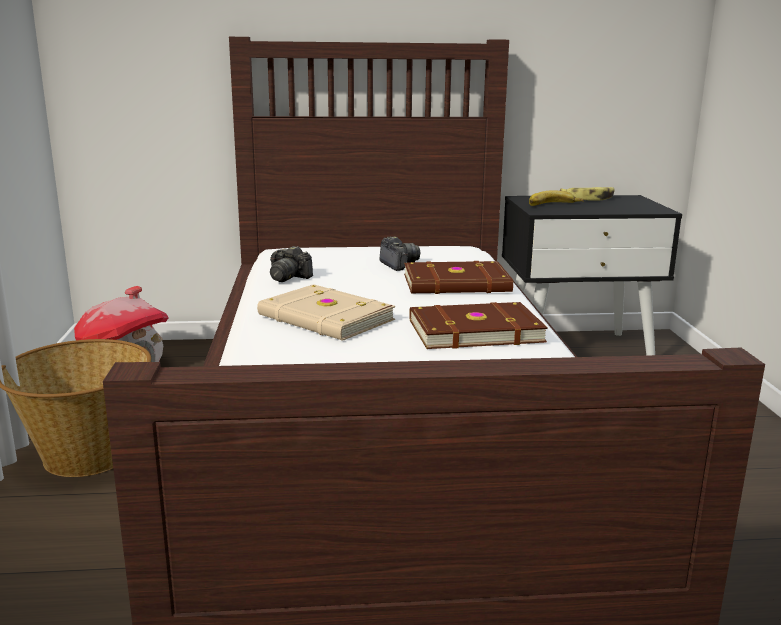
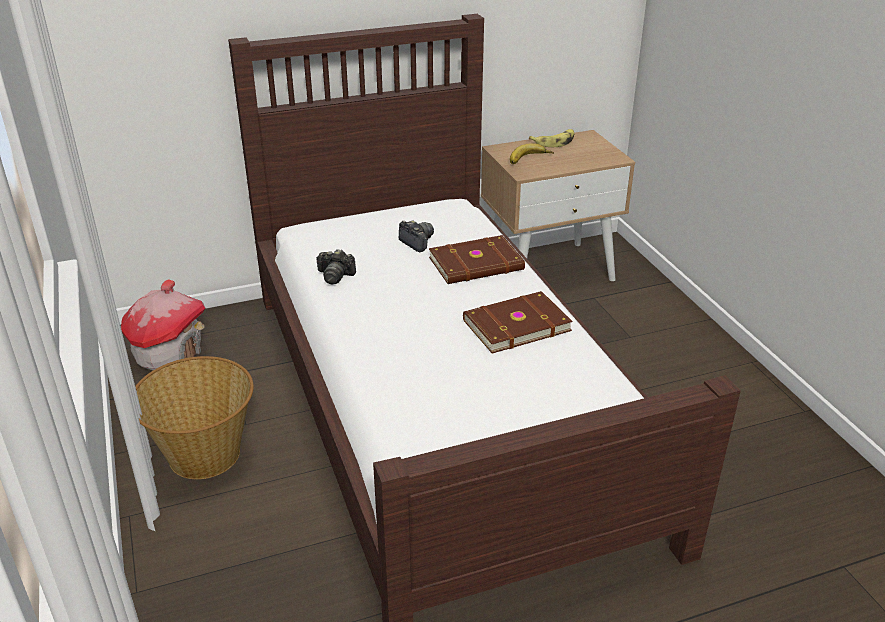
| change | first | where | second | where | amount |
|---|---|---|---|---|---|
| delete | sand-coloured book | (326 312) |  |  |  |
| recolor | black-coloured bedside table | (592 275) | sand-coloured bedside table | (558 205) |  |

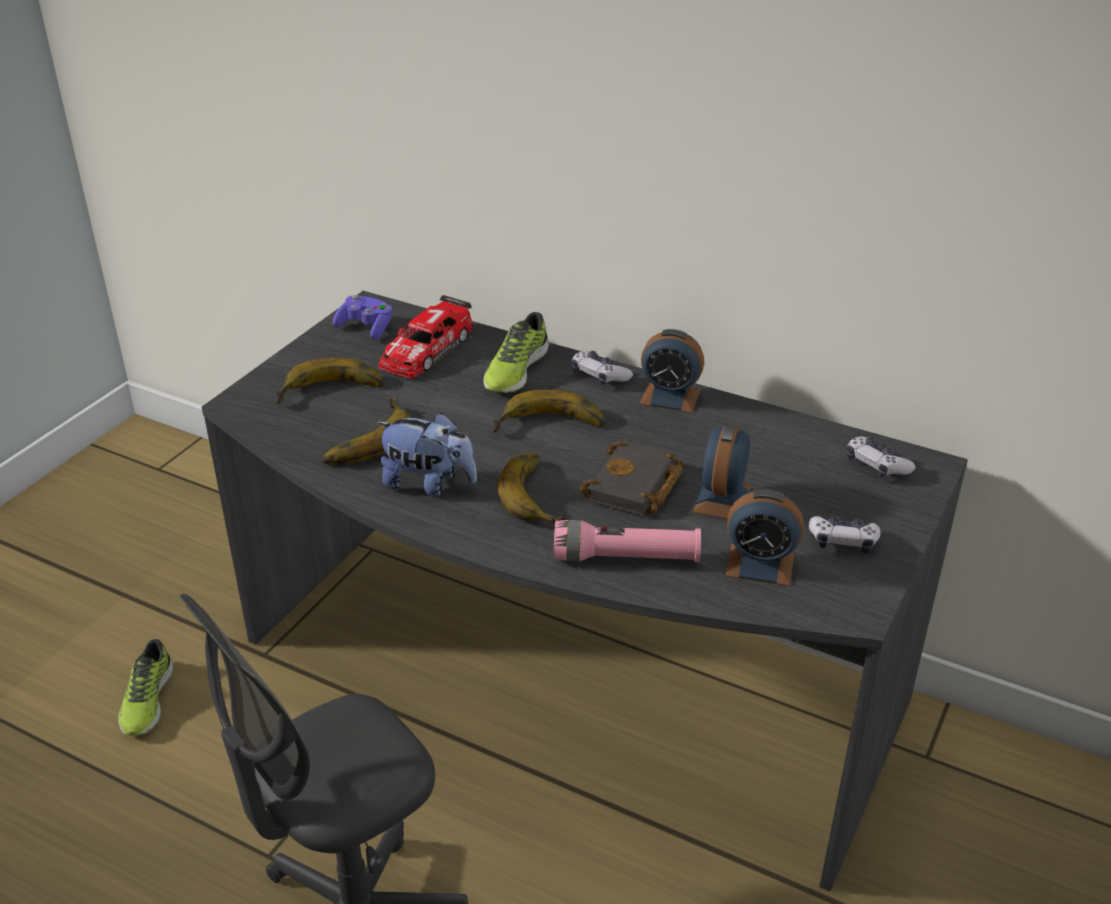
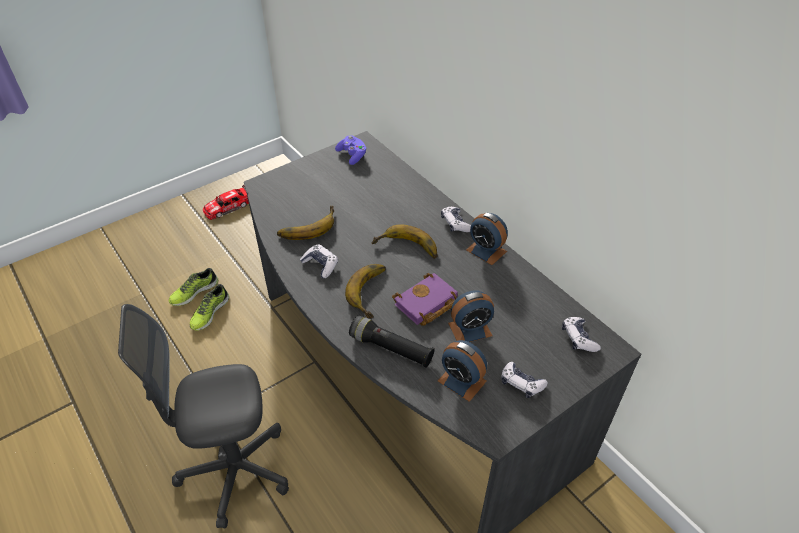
| change | first | where | second | where | amount |
|---|---|---|---|---|---|
| delete | whole banana | (330 381) |  |  |  |
| replace | soft toy | (426 454) | joypad | (319 261) |  |
| move | model car | (425 337) |  | (226 202) |  |
| move | low shoe | (516 352) |  | (193 287) |  |
| recolor | pink flashlight | (627 541) | black-coloured flashlight | (392 342) |  |
| recolor | black-coloured book | (632 478) | purplish book | (425 299) |  |
| rotate | bedside clock | (722 471) |  | (471 316) | 150 degrees counterclockwise |

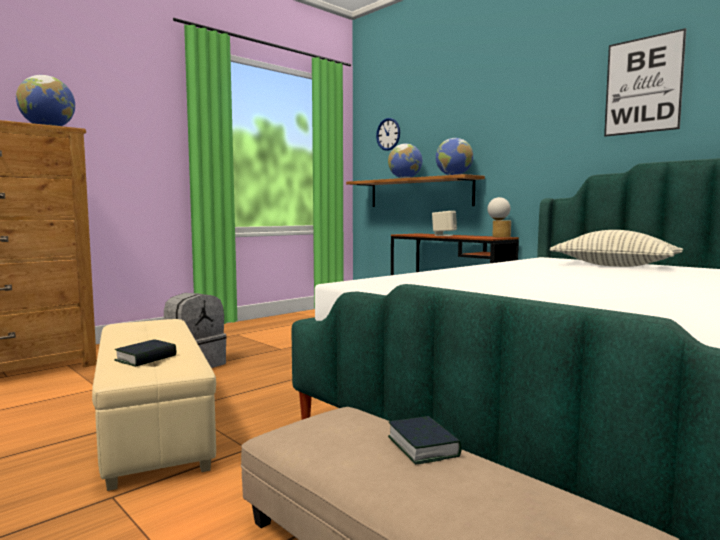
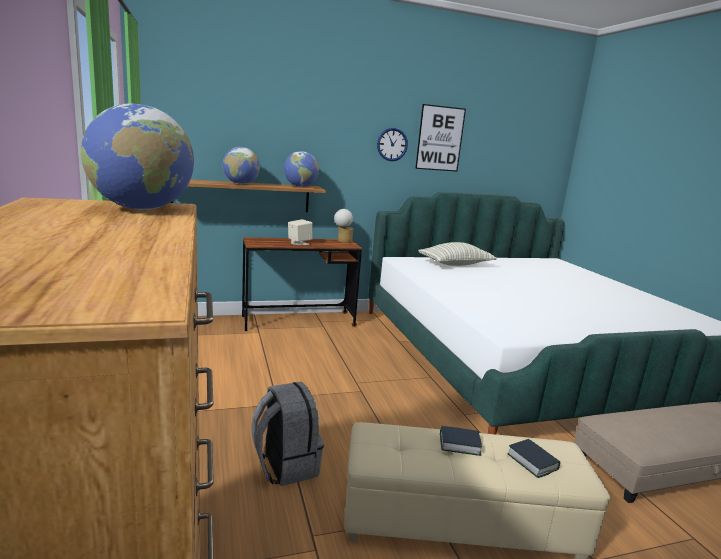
| change | first | where | second | where | amount |
|---|---|---|---|---|---|
| move | hanging clock | (388 134) |  | (392 144) |  |
| move | book | (425 440) |  | (461 441) |  |

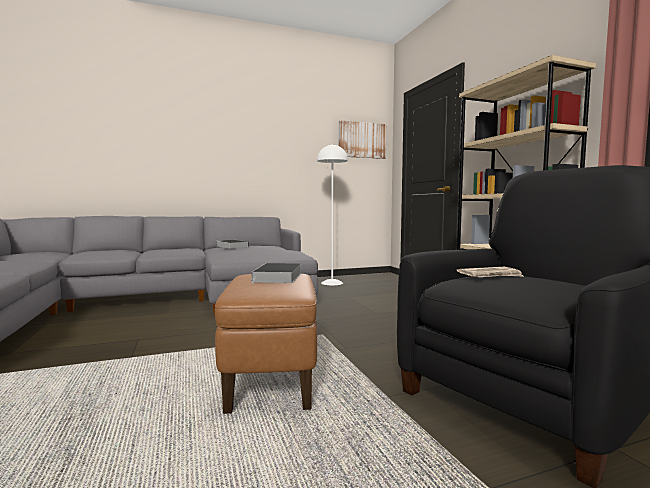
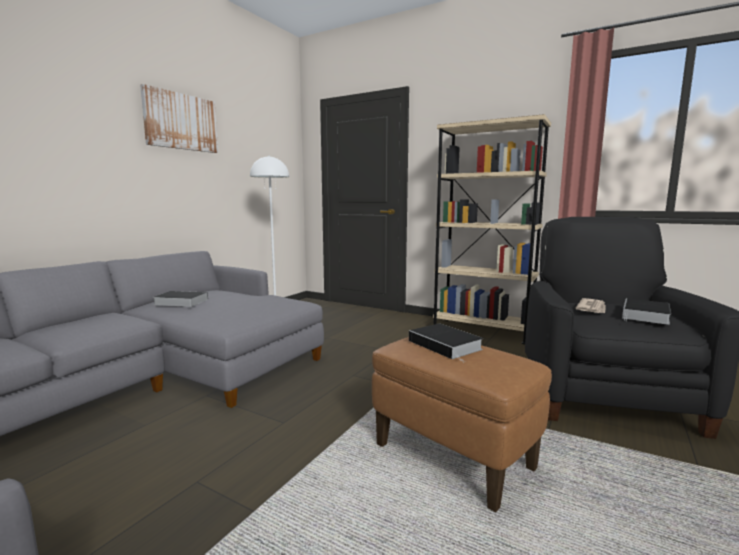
| change | first | where | second | where | amount |
|---|---|---|---|---|---|
| move | wall picture | (363 139) |  | (179 118) |  |
| insert |  |  | book | (646 311) |  |

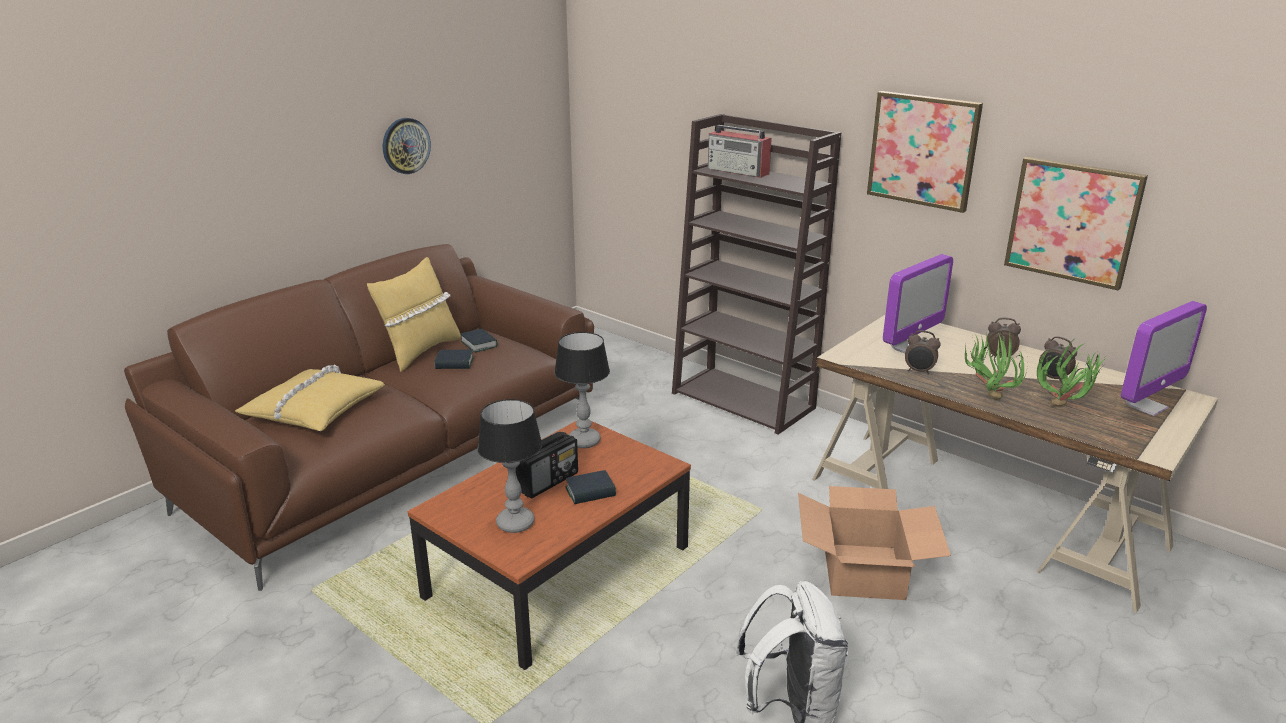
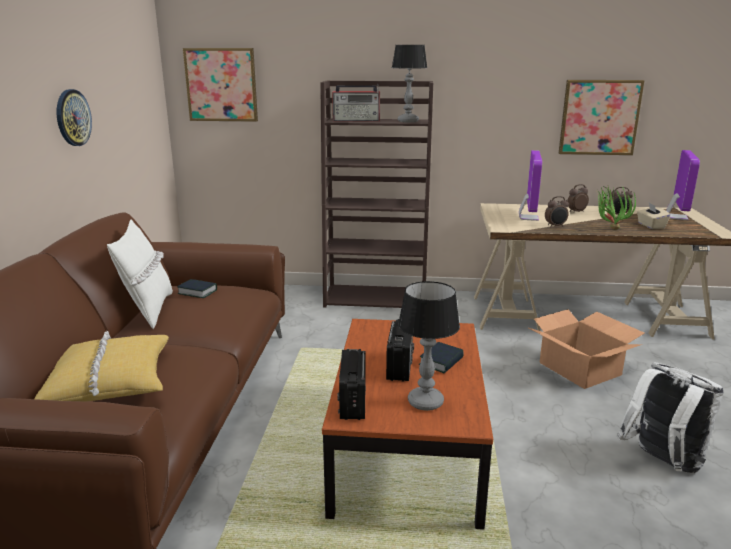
| change | first | where | second | where | amount |
|---|---|---|---|---|---|
| recolor | yellow cushion | (414 314) | white-coloured cushion | (140 274) |  |
| delete | book | (454 359) |  |  |  |
| move | table lamp | (582 390) |  | (409 83) |  |
| move | wall picture | (925 152) |  | (220 85) |  |
| replace | plant in a pot | (1072 372) | sand-coloured box of tissues | (653 216) |  |
| insert |  |  | radio receiver | (351 384) |  |

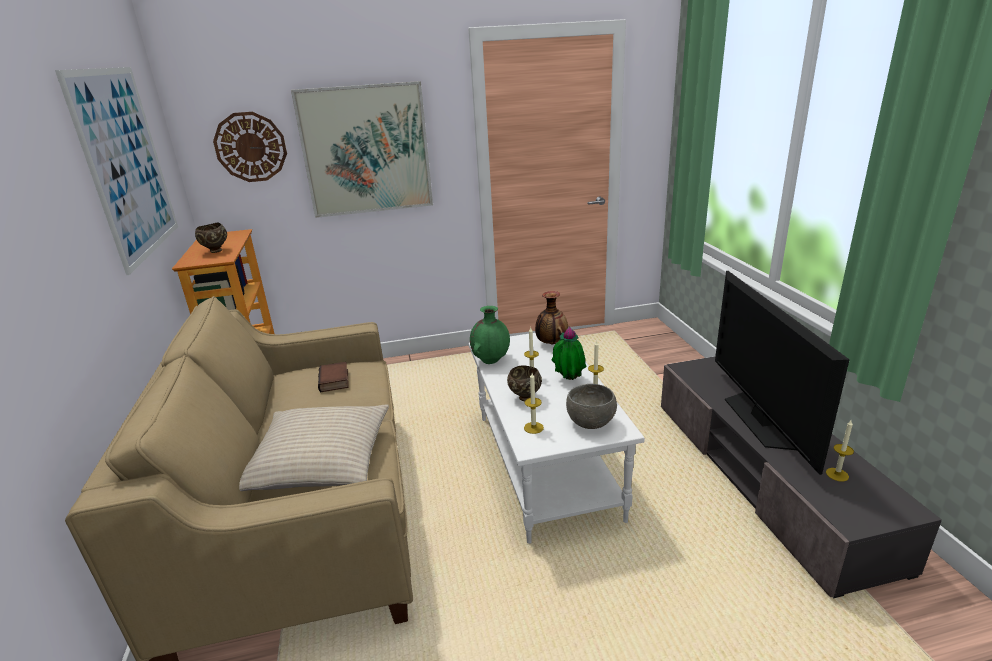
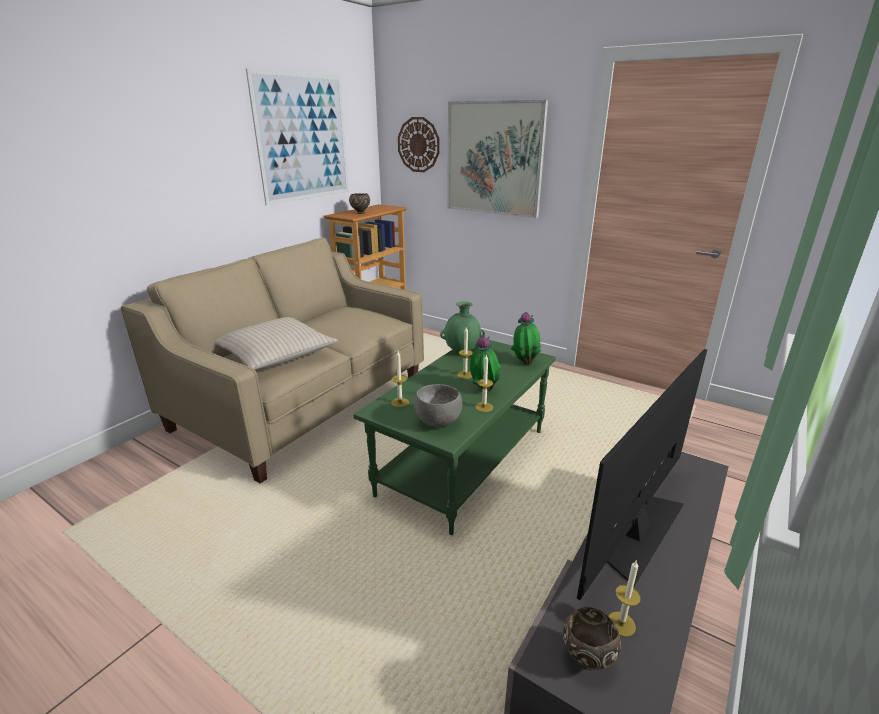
| change | first | where | second | where | amount |
|---|---|---|---|---|---|
| delete | book | (333 377) |  |  |  |
| recolor | white-coloured coffee table | (557 438) | green coffee table | (454 437) |  |
| move | brownish serving bowl | (524 383) |  | (592 638) |  |
| replace | vase | (551 318) | plant in a pot | (526 338) |  |

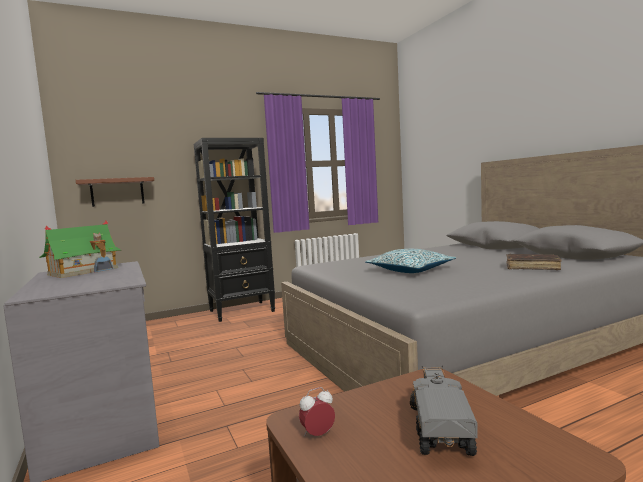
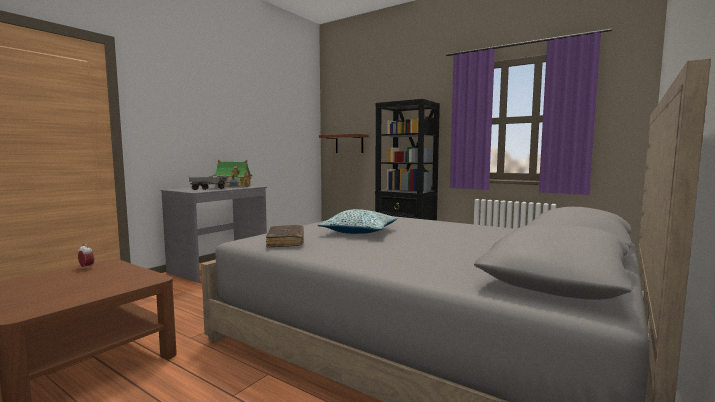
| change | first | where | second | where | amount |
|---|---|---|---|---|---|
| move | toy lorry | (444 411) |  | (208 182) |  |
| move | brownish book | (534 262) |  | (285 236) |  |

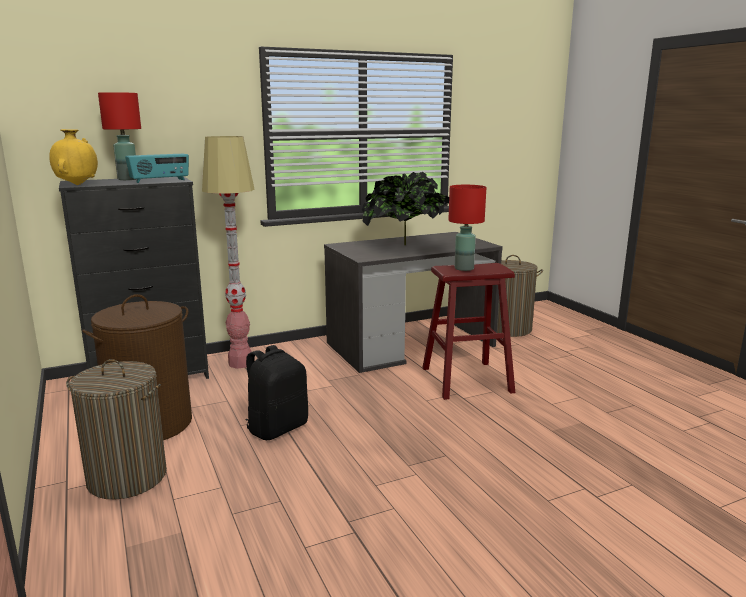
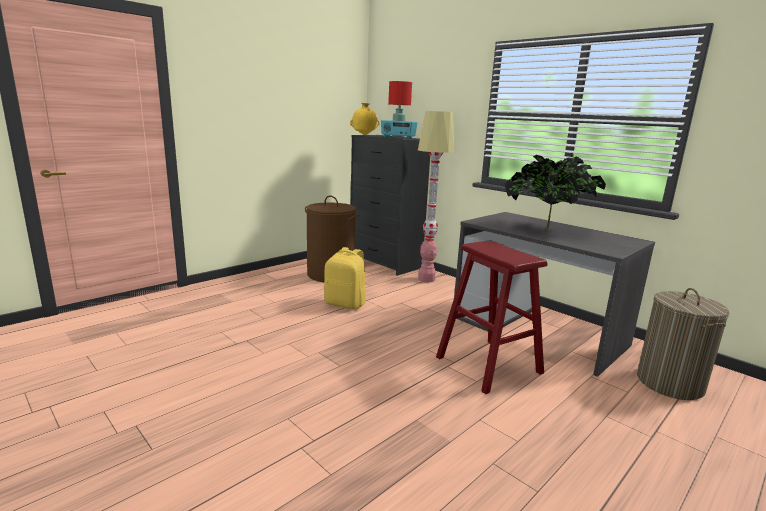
| change | first | where | second | where | amount |
|---|---|---|---|---|---|
| delete | washing basket | (116 429) |  |  |  |
| recolor | black-coloured rucksack | (277 392) | yellow rucksack | (345 278) |  |
| delete | red table lamp | (467 228) |  |  |  |

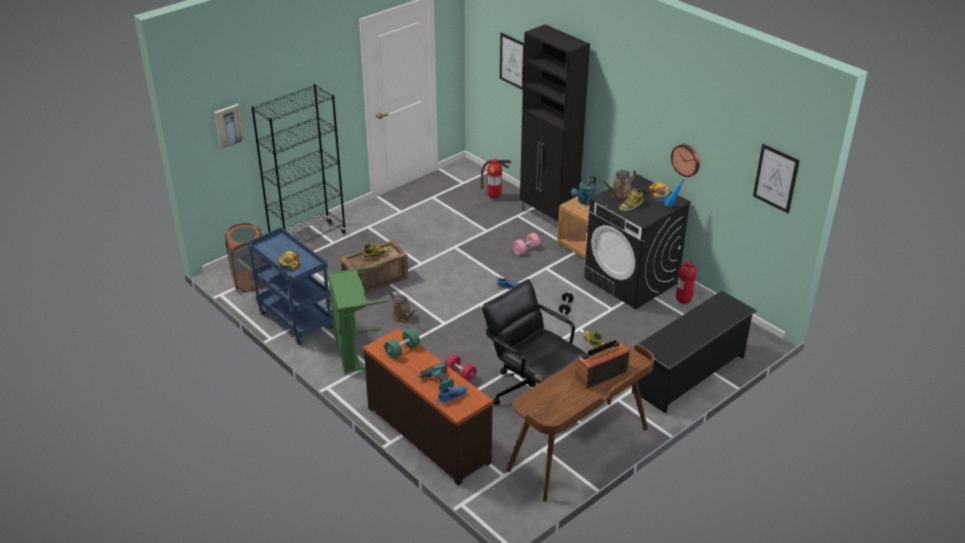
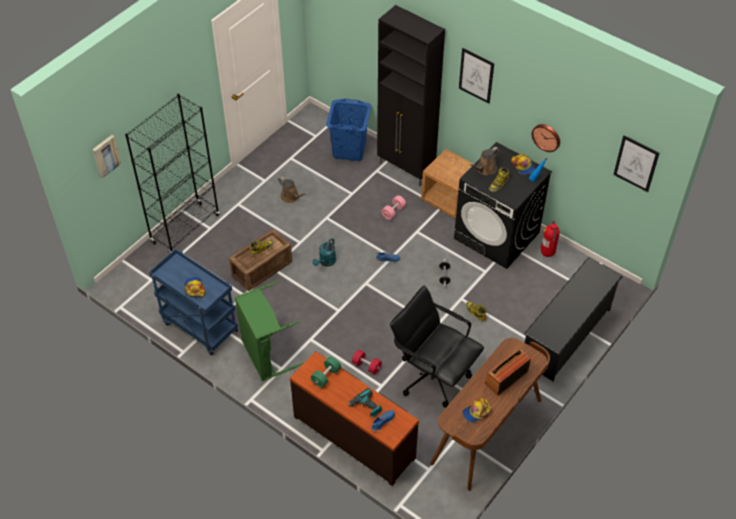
| change | first | where | second | where | amount |
|---|---|---|---|---|---|
| delete | brownish washing basket | (246 257) |  |  |  |
| move | brownish watering pot | (404 307) |  | (292 190) |  |
| replace | fire-fighting cylinder | (496 178) | blue-coloured washing basket | (348 130) |  |
| move | wall picture | (512 61) |  | (476 76) |  |
| move | blue-green watering pot | (583 190) |  | (324 252) |  |
| insert |  |  | baseball cap | (476 410) |  |

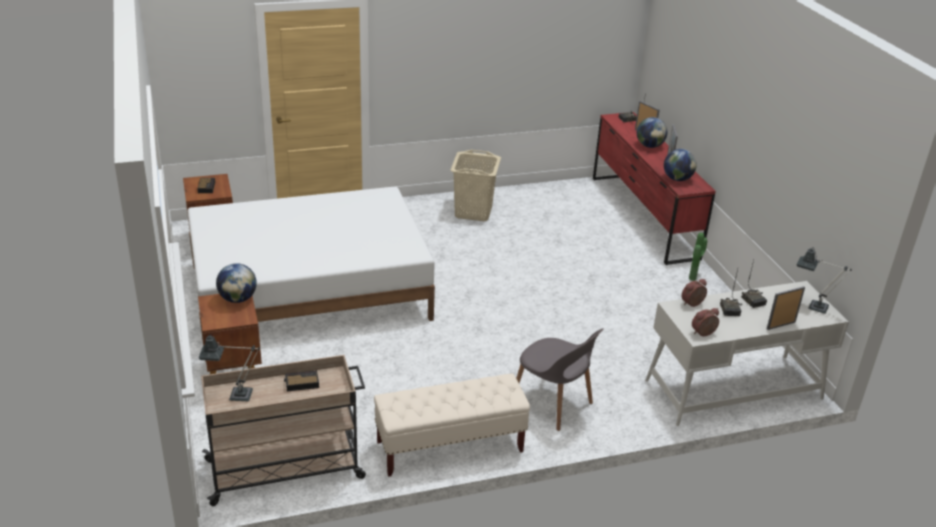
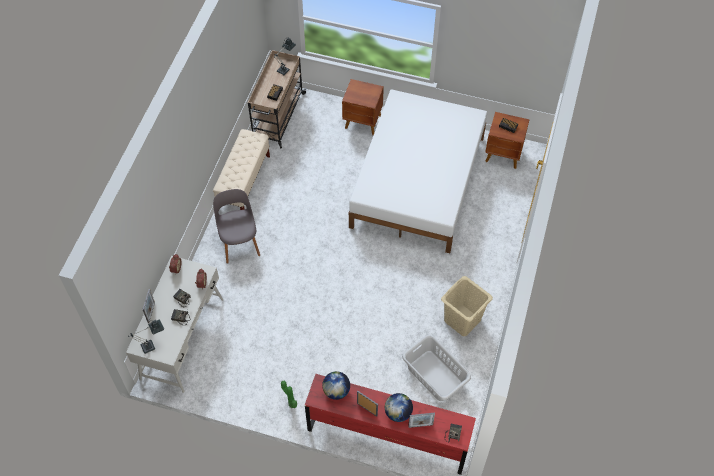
| change | first | where | second | where | amount |
|---|---|---|---|---|---|
| delete | globe | (236 283) |  |  |  |
| rotate | greyish upright chair | (560 379) |  | (236 226) | 90 degrees clockwise |
| insert |  |  | greyish washing basket | (436 368) |  |

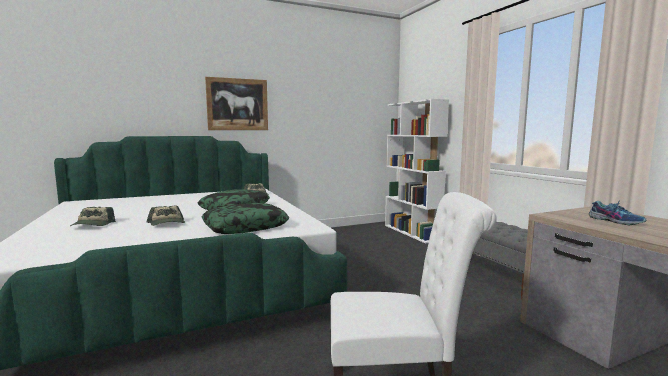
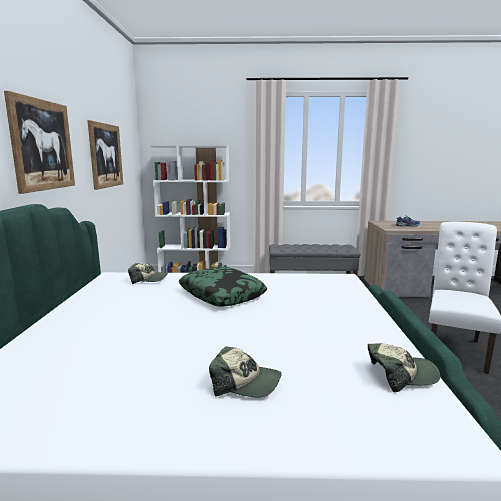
| change | first | where | second | where | amount |
|---|---|---|---|---|---|
| move | baseball cap | (166 216) |  | (404 367) |  |
| delete | cushion | (245 218) |  |  |  |
| insert |  |  | wall picture | (105 155) |  |

